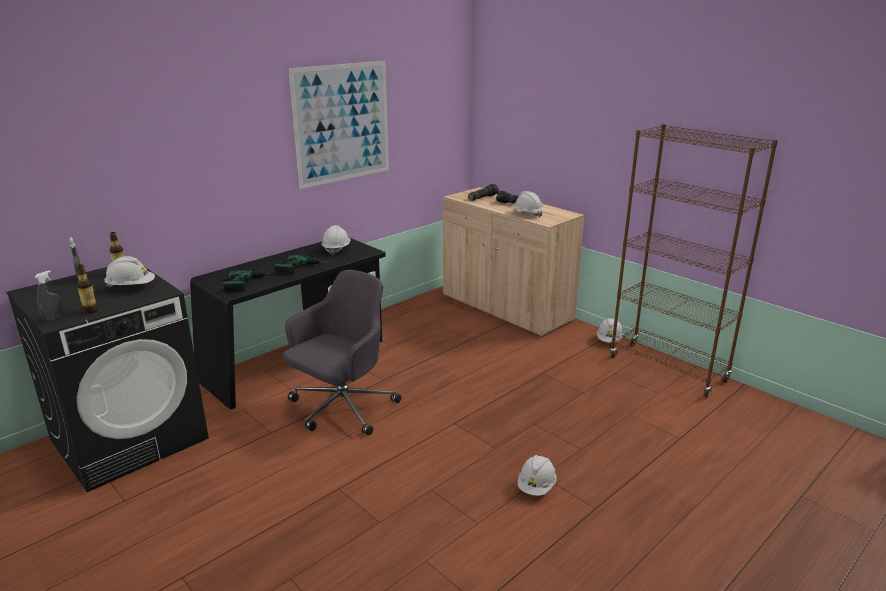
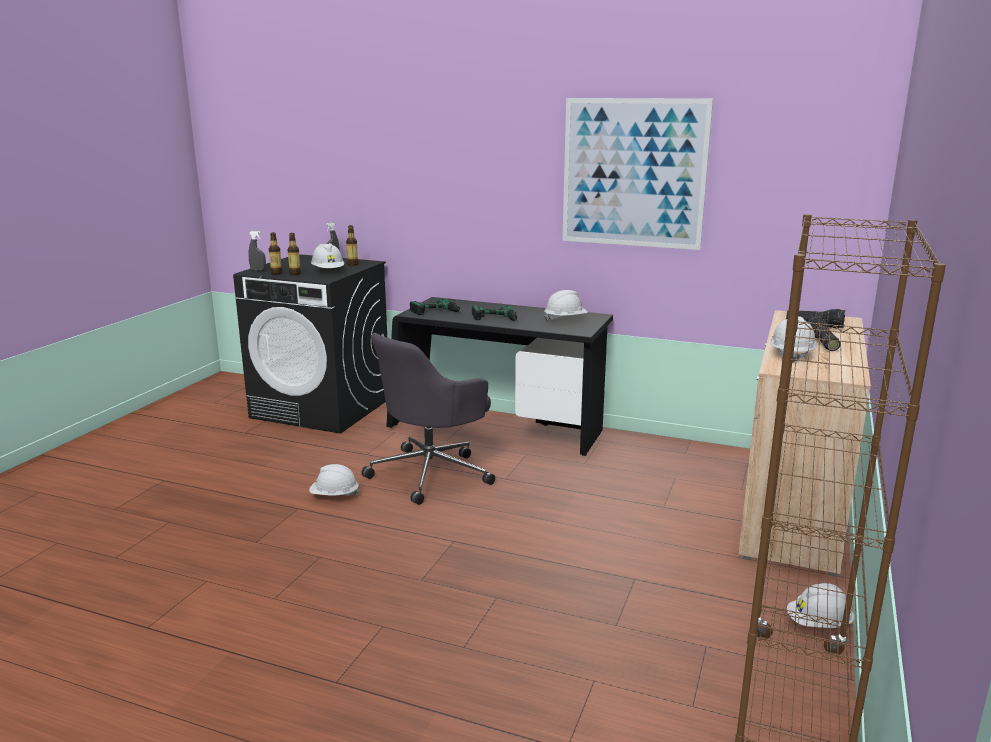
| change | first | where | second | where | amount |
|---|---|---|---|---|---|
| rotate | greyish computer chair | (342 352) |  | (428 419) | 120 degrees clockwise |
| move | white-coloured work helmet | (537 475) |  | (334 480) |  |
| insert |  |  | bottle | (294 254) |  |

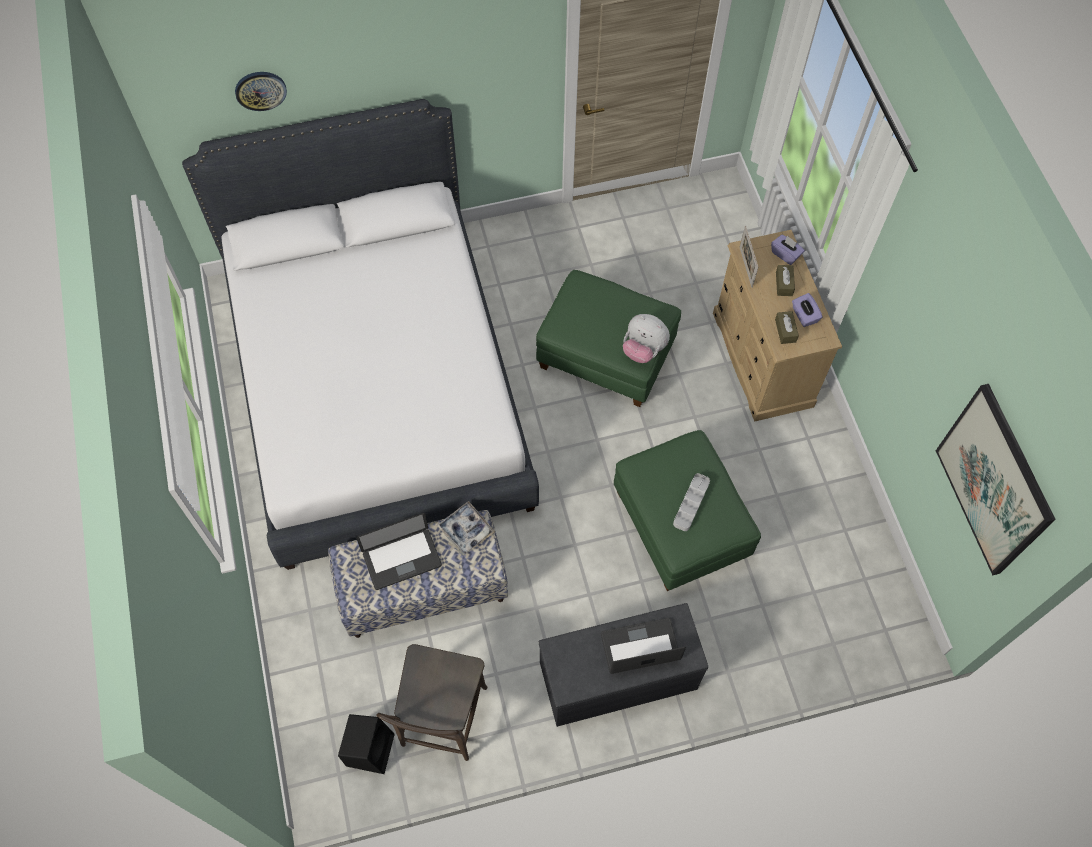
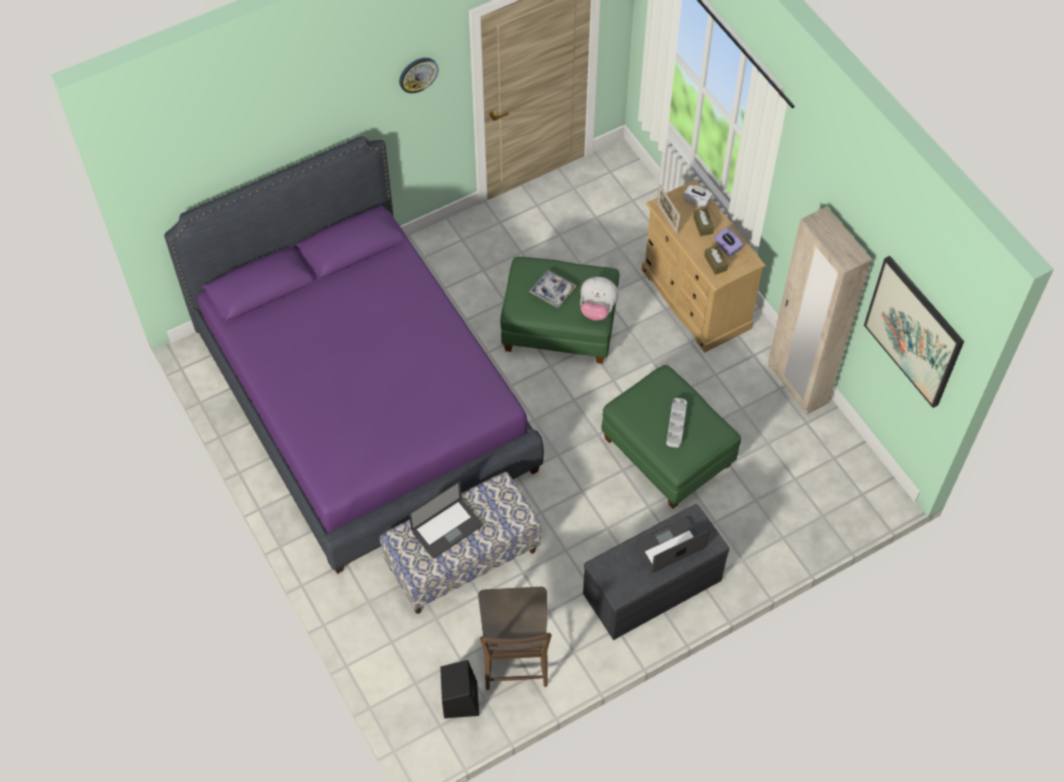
| change | first | where | second | where | amount |
|---|---|---|---|---|---|
| recolor | white-coloured bed | (360 334) | purplish bed | (354 355) |  |
| move | hanging clock | (261 91) |  | (419 75) |  |
| move | serving tray | (466 528) |  | (552 289) |  |
| recolor | purplish box of tissues | (788 250) | white-coloured box of tissues | (698 196) |  |
| insert |  |  | sand-coloured wardrobe | (820 311) |  |

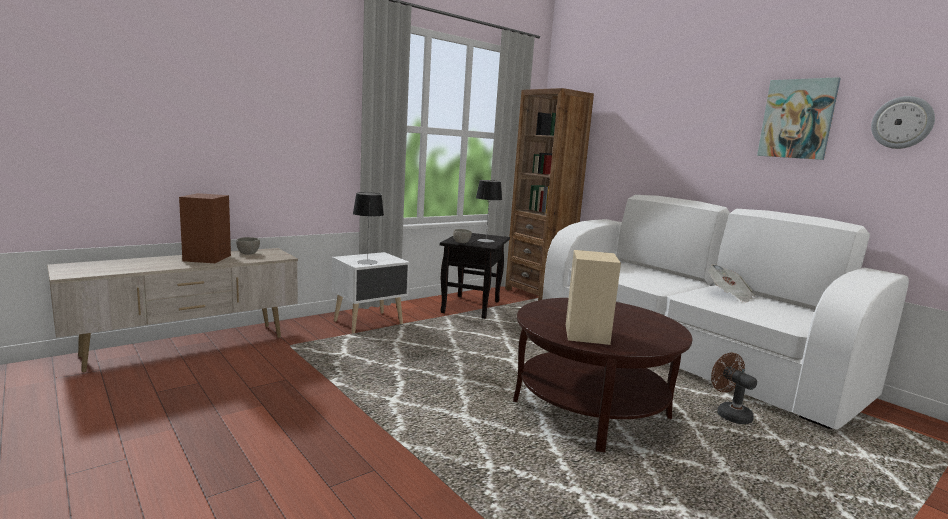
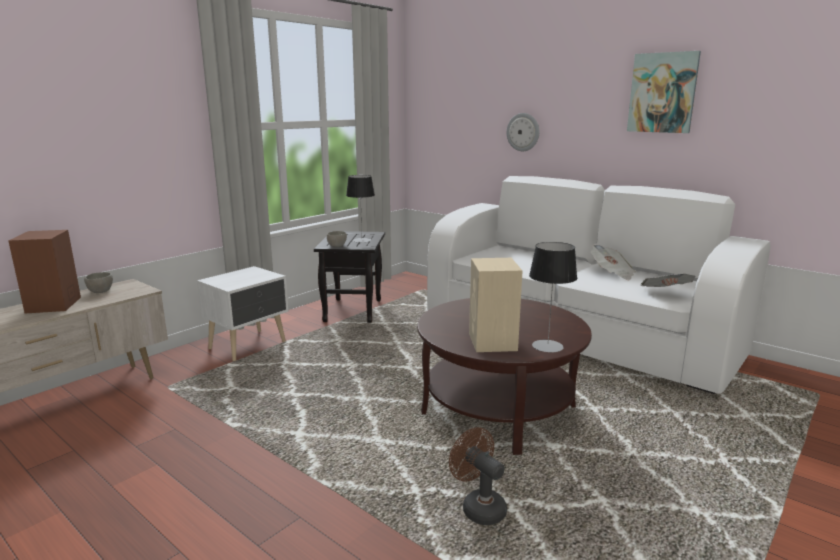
| change | first | where | second | where | amount |
|---|---|---|---|---|---|
| move | table lamp | (368 228) |  | (553 297) |  |
| delete | brownish bookshelf | (549 194) |  |  |  |
| move | brownish fan | (734 388) |  | (478 476) |  |
| move | hanging clock | (903 122) |  | (522 132) |  |
| insert |  |  | printed paper | (668 280) |  |

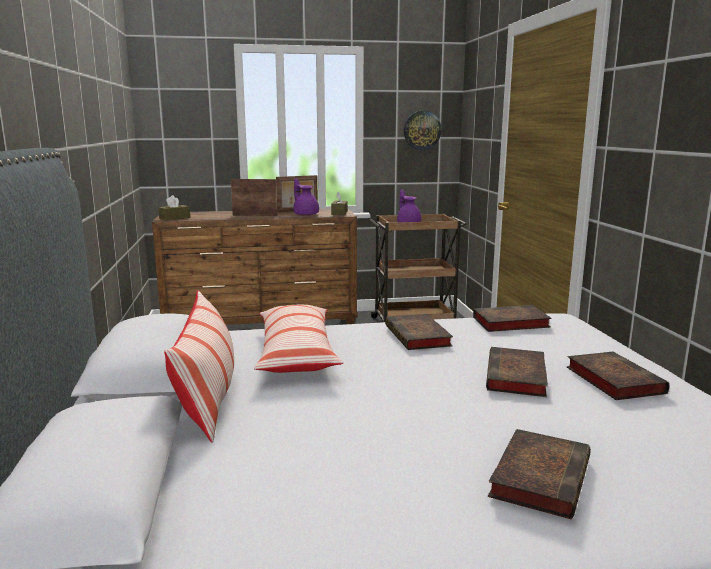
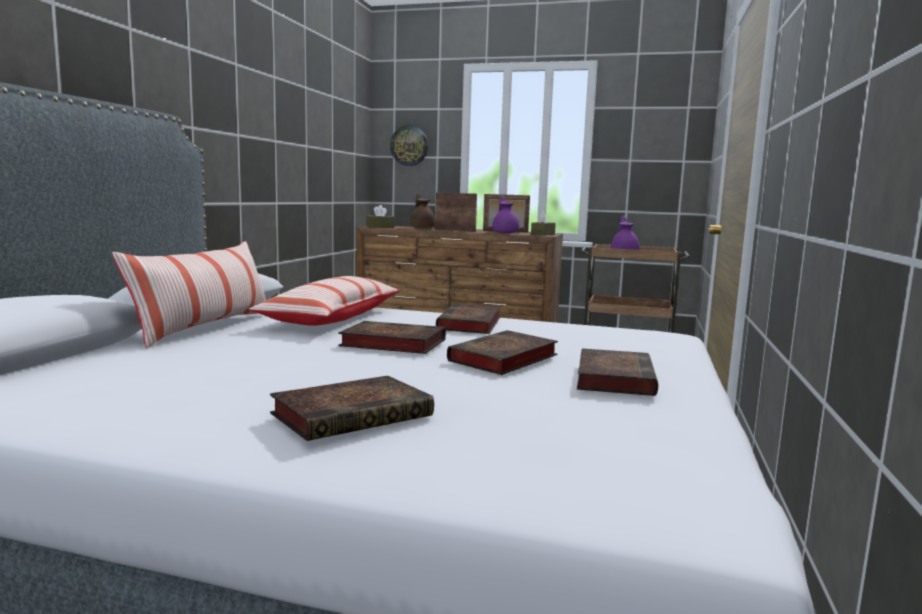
| change | first | where | second | where | amount |
|---|---|---|---|---|---|
| move | hanging clock | (423 130) |  | (409 145) |  |
| move | book | (512 318) |  | (392 337) |  |
| insert |  |  | brownish teapot | (422 210) |  |

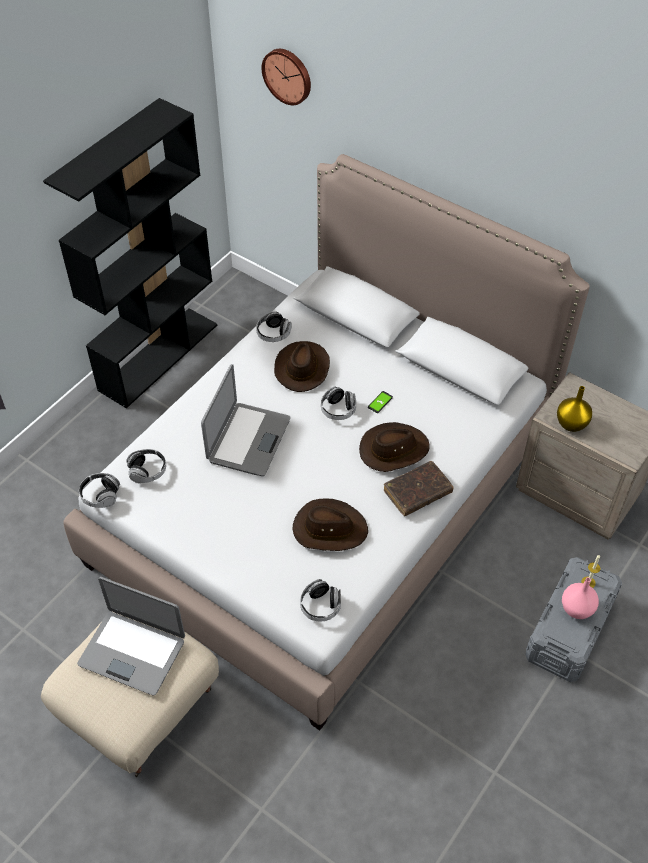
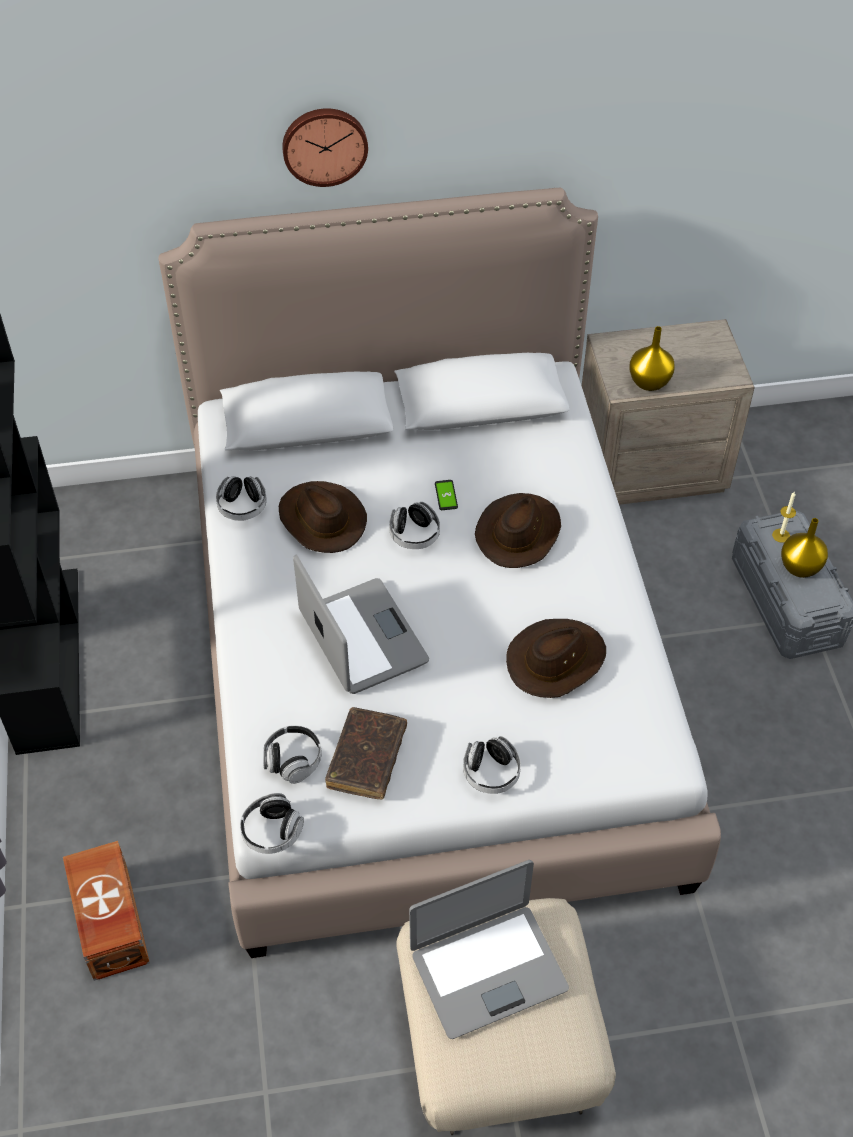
| change | first | where | second | where | amount |
|---|---|---|---|---|---|
| move | hanging clock | (286 77) |  | (325 147) |  |
| move | pair of headphones | (320 600) |  | (492 765) |  |
| move | brownish book | (419 488) |  | (366 753) |  |
| recolor | pink vase | (580 598) | yellow vase | (804 548) |  |
| insert |  |  | brownish storage box | (106 911) |  |

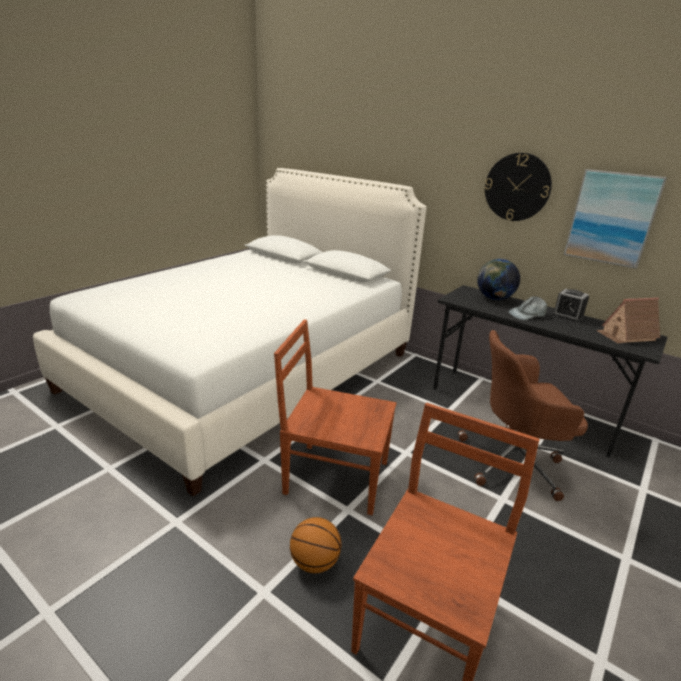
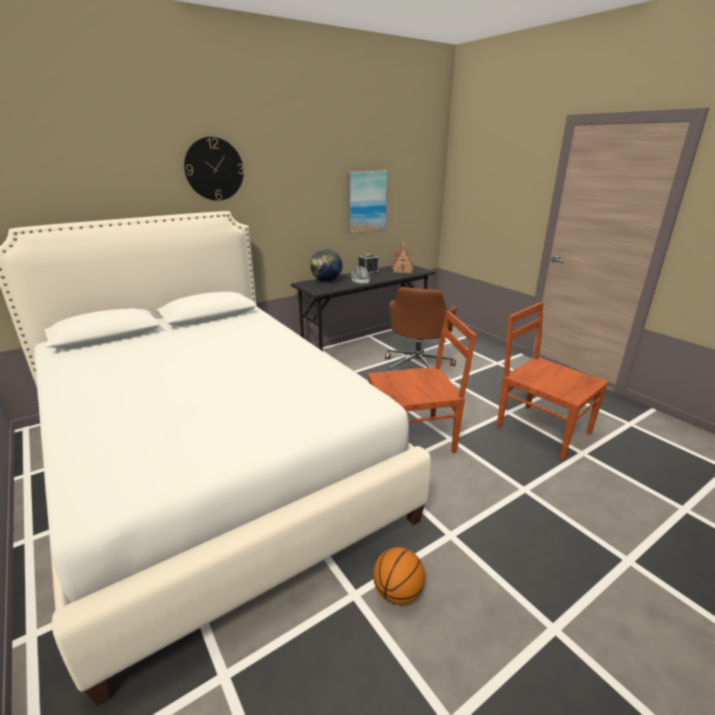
| change | first | where | second | where | amount |
|---|---|---|---|---|---|
| rotate | brownish upright chair | (335 417) |  | (422 381) | 135 degrees counterclockwise |
| move | basketball ball | (316 545) |  | (399 576) |  |
| move | hanging clock | (518 187) |  | (214 169) |  |

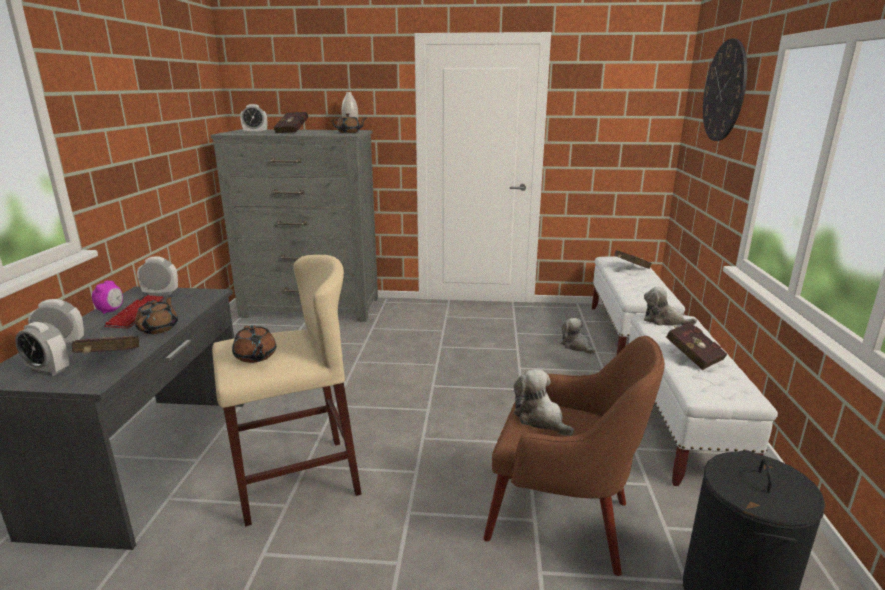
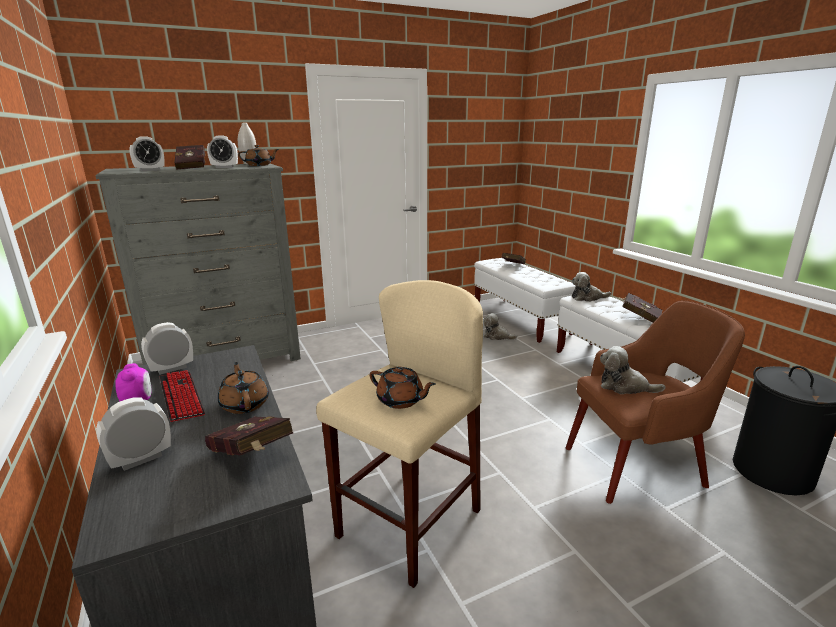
| change | first | where | second | where | amount |
|---|---|---|---|---|---|
| move | bedside clock | (42 349) |  | (222 151) |  |
| delete | hanging clock | (725 90) |  |  |  |

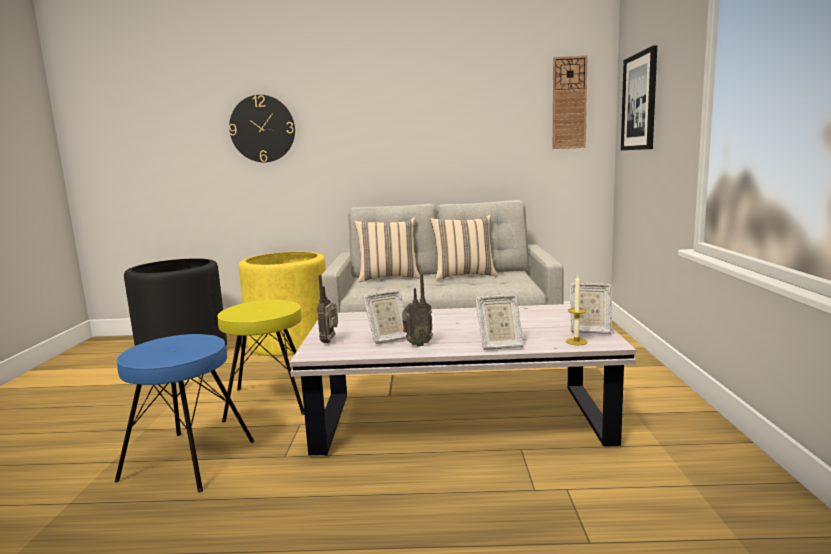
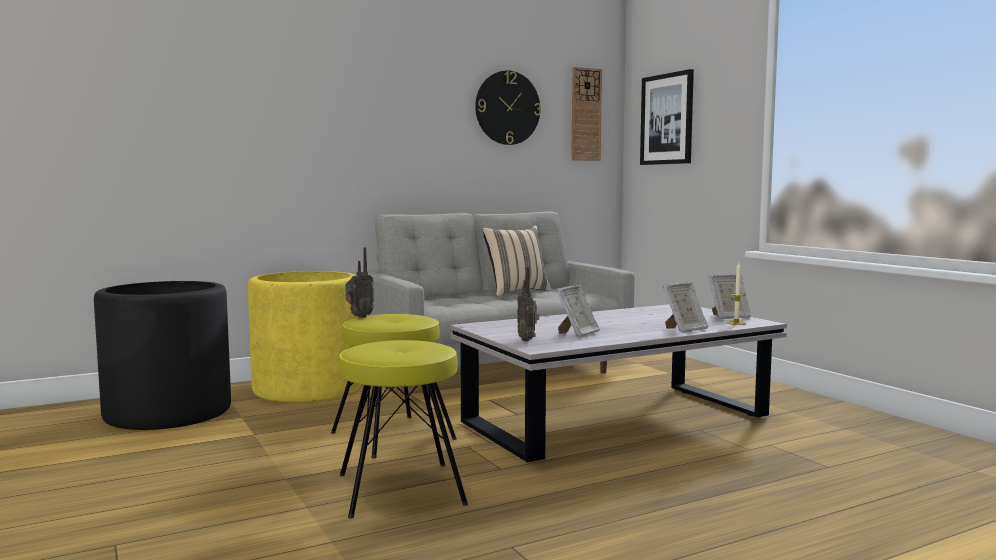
| change | first | where | second | where | amount |
|---|---|---|---|---|---|
| recolor | blue-coloured stool seat | (185 413) | yellow stool seat | (403 429) |  |
| move | hanging clock | (262 128) |  | (508 107) |  |
| delete | sand-coloured cushion | (387 250) |  |  |  |
| move | radio receiver | (417 310) |  | (359 282) |  |

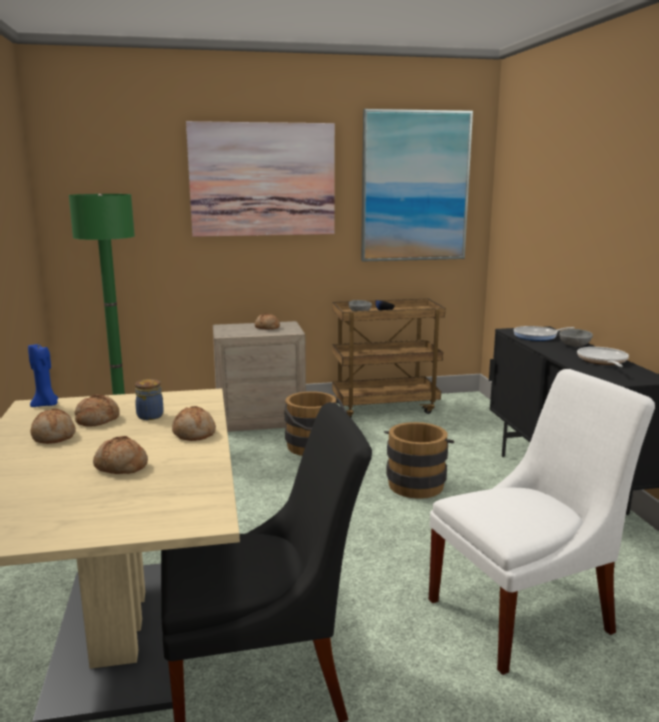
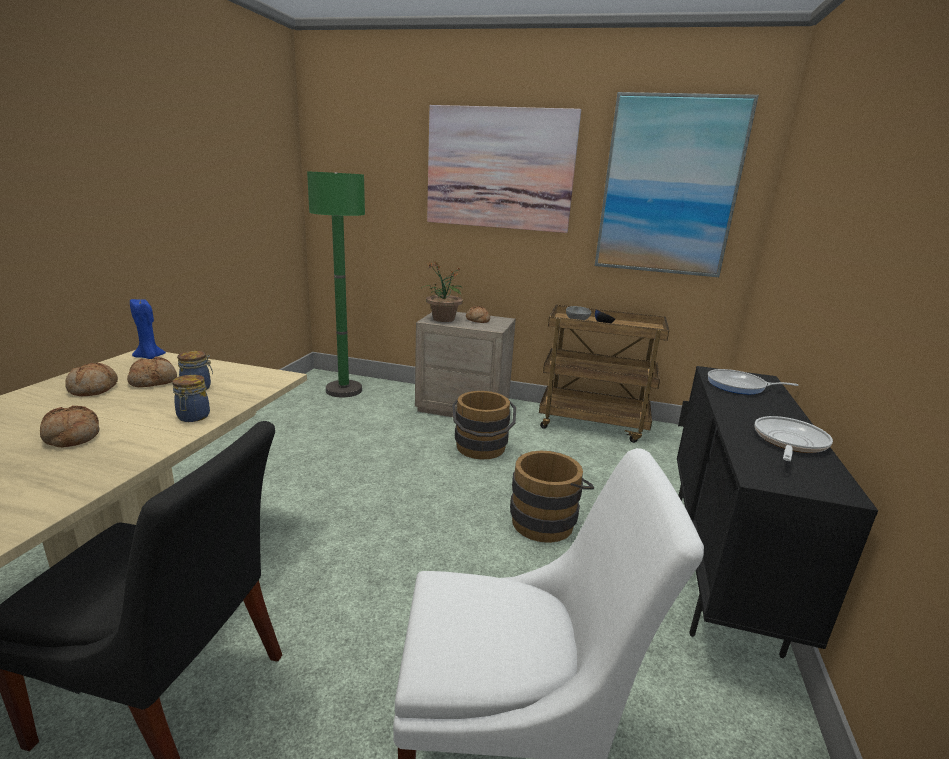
| change | first | where | second | where | amount |
|---|---|---|---|---|---|
| replace | baked bread | (194 423) | storage jar | (191 398) |  |
| delete | greyish serving bowl | (576 338) |  |  |  |
| insert |  |  | plant in a pot | (442 292) |  |

